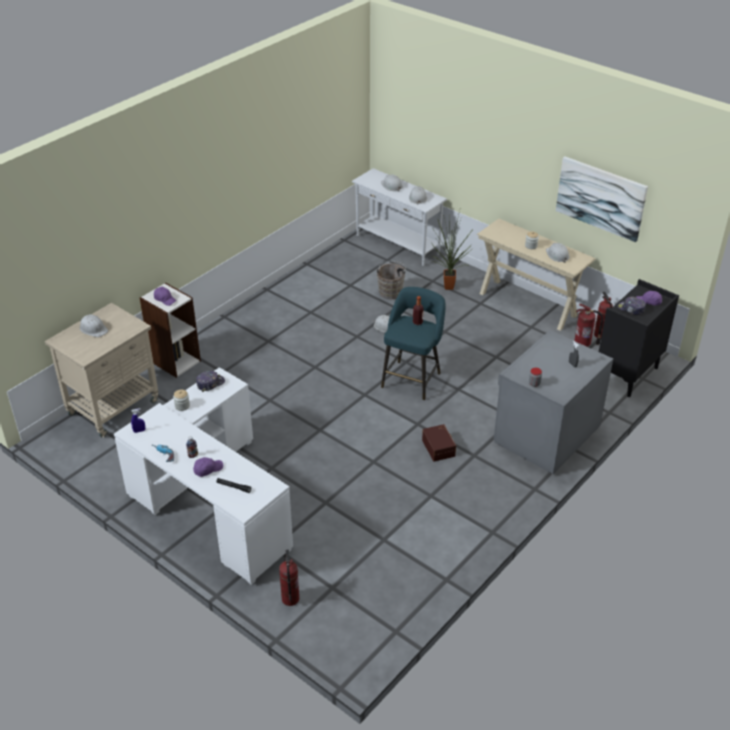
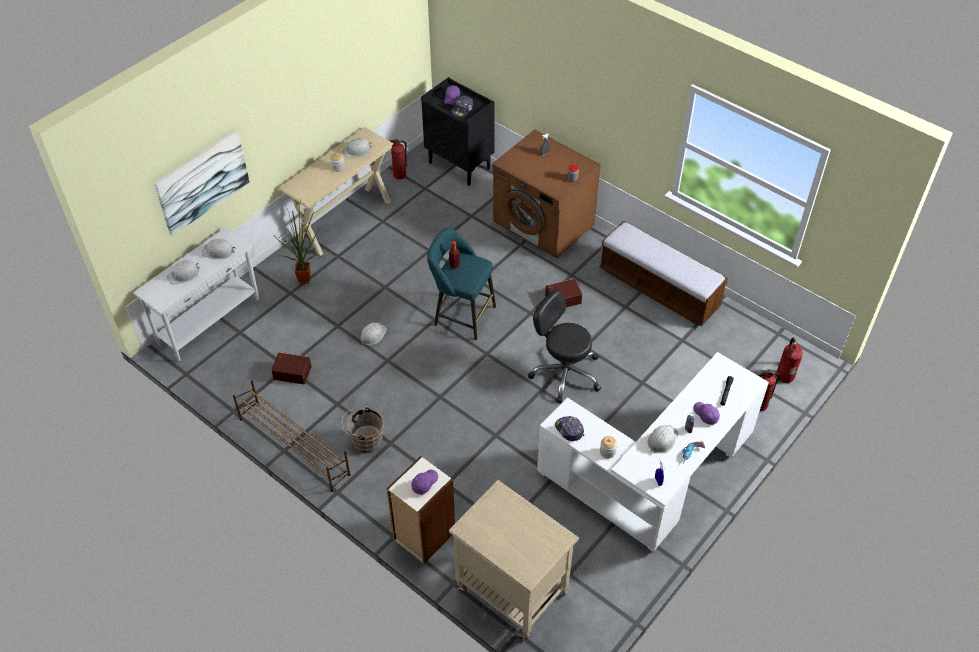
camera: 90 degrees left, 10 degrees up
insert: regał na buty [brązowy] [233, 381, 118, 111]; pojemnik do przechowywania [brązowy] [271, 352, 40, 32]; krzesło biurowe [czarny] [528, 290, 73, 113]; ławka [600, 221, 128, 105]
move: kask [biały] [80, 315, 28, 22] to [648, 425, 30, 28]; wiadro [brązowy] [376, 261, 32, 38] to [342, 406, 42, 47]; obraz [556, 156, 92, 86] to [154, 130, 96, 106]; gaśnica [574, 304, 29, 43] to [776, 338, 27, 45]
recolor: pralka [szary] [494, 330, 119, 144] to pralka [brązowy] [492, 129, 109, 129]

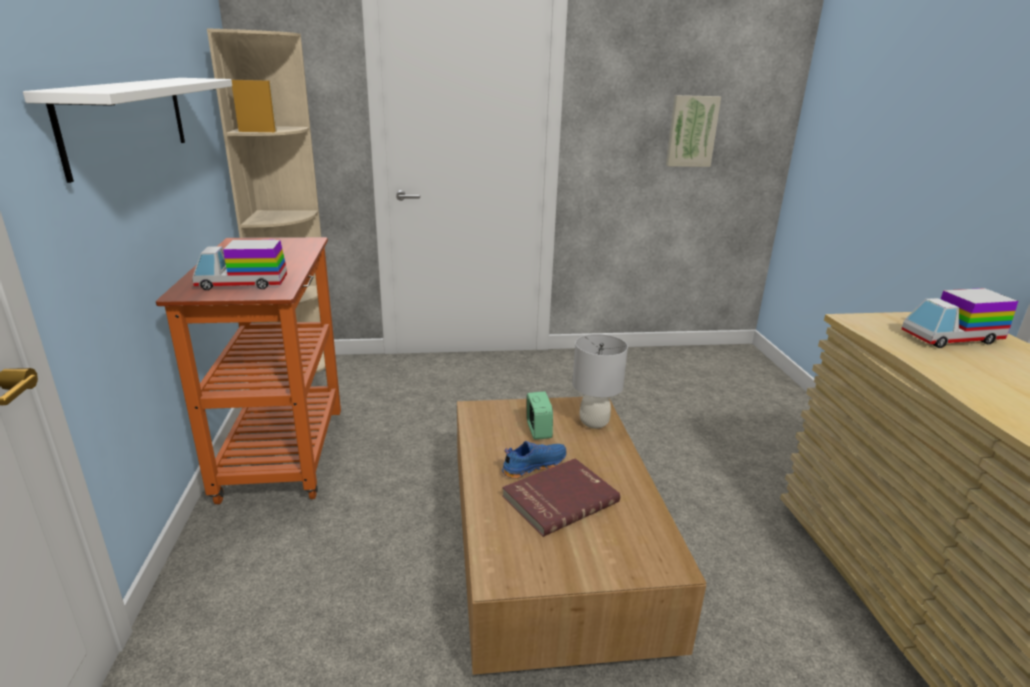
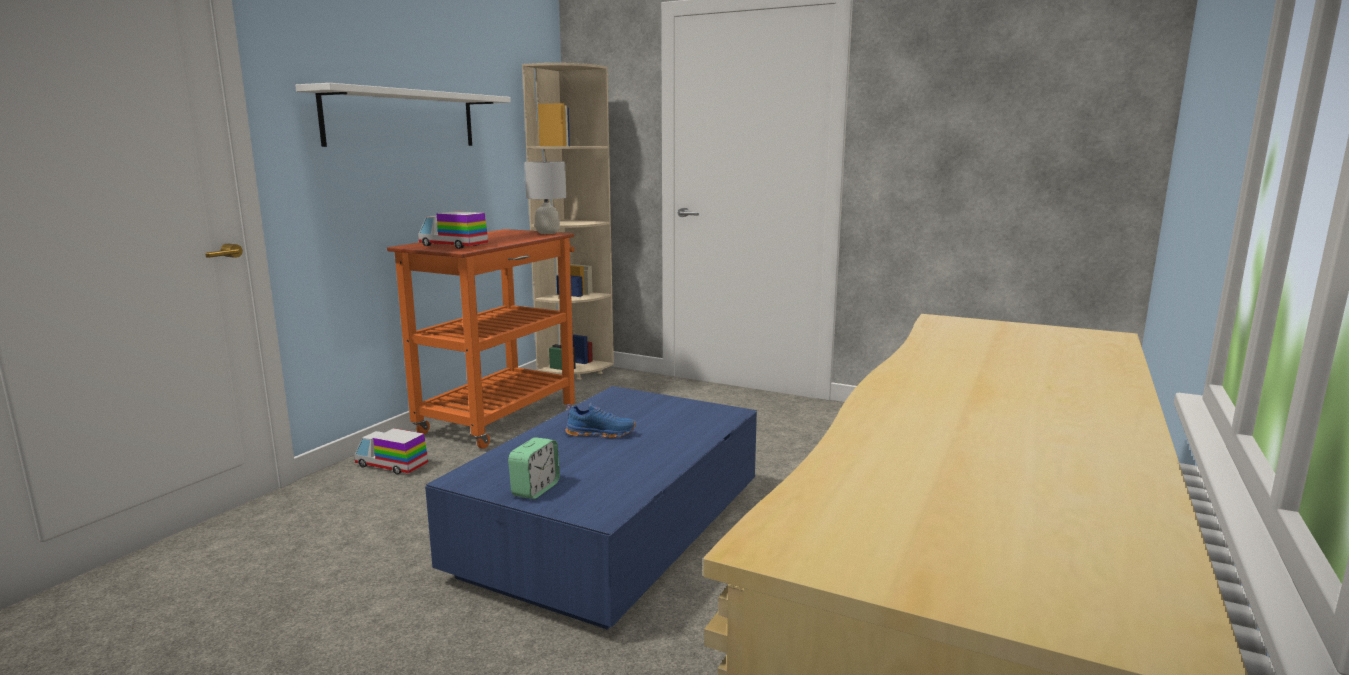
camera: 35 degrees right, 10 degrees down
delete: książka [czerwony] [502, 458, 118, 79]; obraz [666, 95, 55, 72]
move: budzik [527, 391, 26, 49] to [508, 437, 52, 62]; lampa stołowa [szary] [572, 334, 56, 95] to [524, 161, 42, 73]; ciężarówka zabawkowa [901, 288, 117, 60] to [354, 428, 74, 47]
recolor: ława [brązowy] [457, 397, 250, 278] to ława [niebieski] [425, 386, 332, 244]

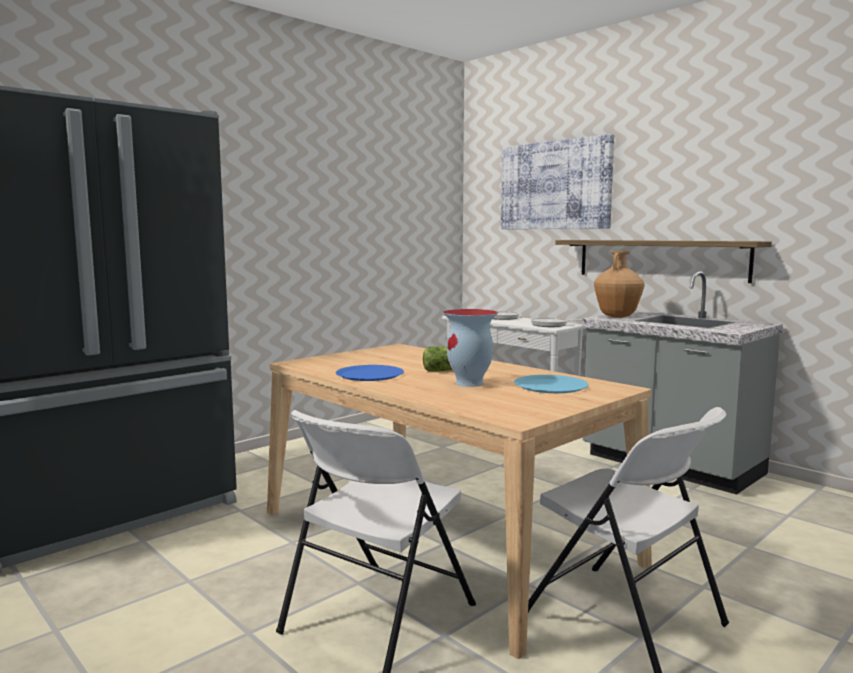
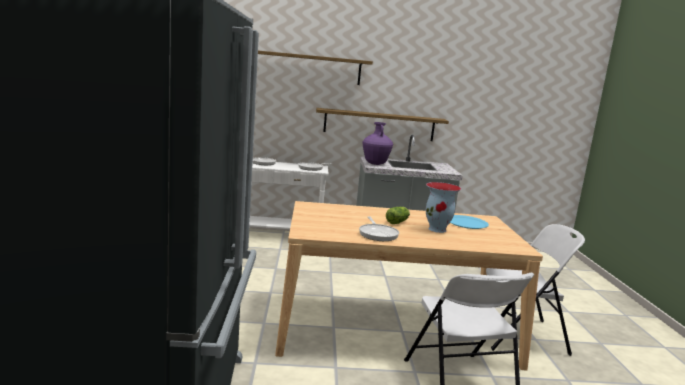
camera: 50 degrees left, 5 degrees up
replace: talerz [niebieski] [336, 365, 68, 16] to patelnia [359, 216, 40, 25]; obraz [501, 134, 113, 95] to półka [258, 50, 115, 35]
recolor: wazon [brązowy] [594, 250, 51, 68] to wazon [fioletowy] [362, 122, 31, 43]

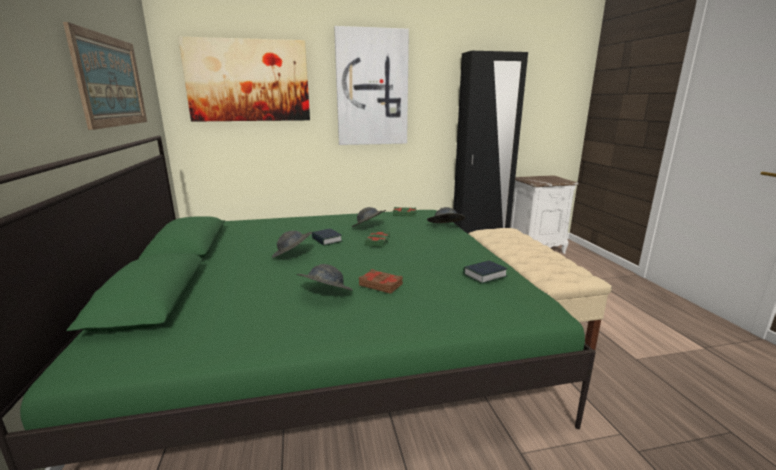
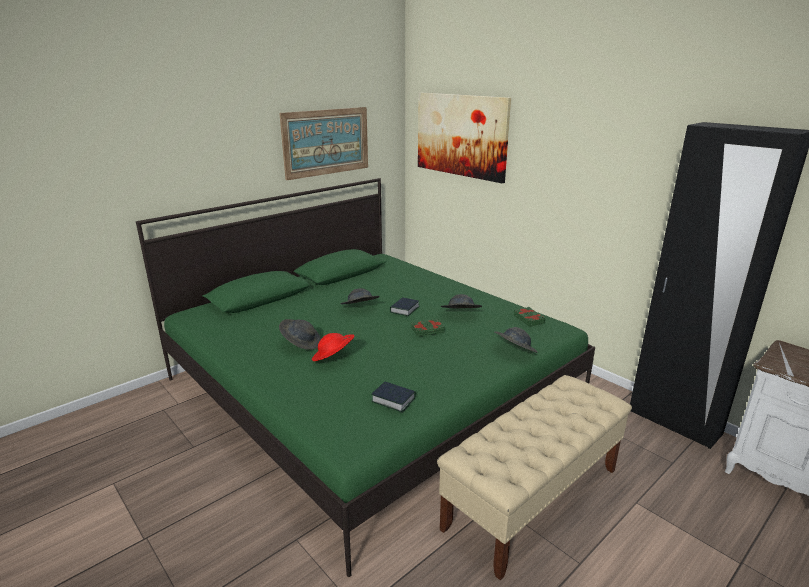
camera: 60 degrees right, 5 degrees up
delete: obraz [334, 26, 75, 119]
replace: książka [brązowy] [359, 269, 44, 25] to kapelusz [czerwony] [312, 333, 42, 28]

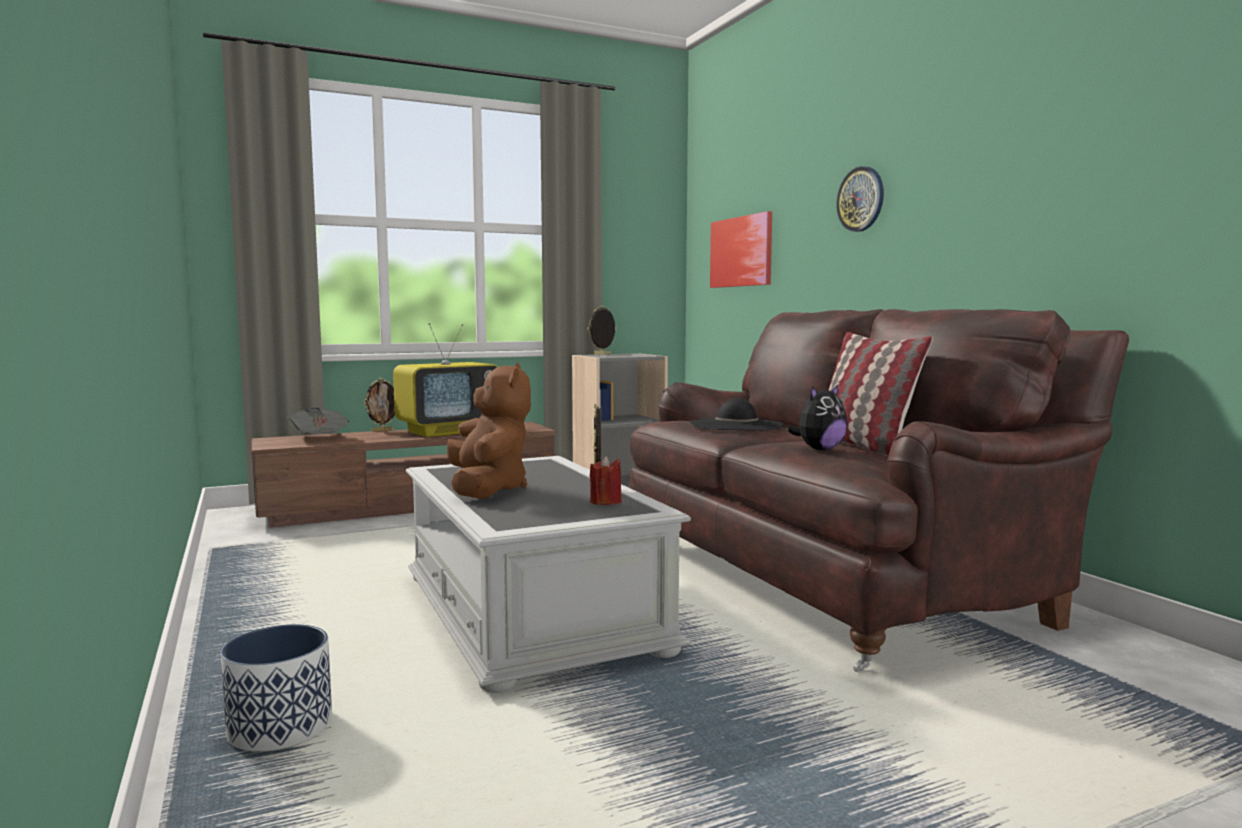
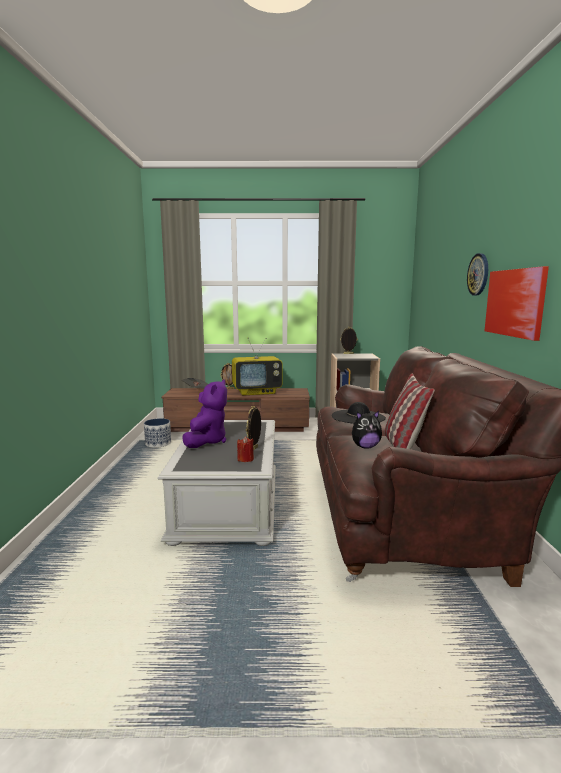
camera: 25 degrees right, 5 degrees up
move: donica [221, 624, 111, 128] to [144, 418, 27, 30]; obraz [710, 211, 62, 77] to [484, 266, 65, 75]
recolor: pluszak [brązowy] [447, 362, 84, 137] to pluszak [fioletowy] [182, 380, 45, 68]

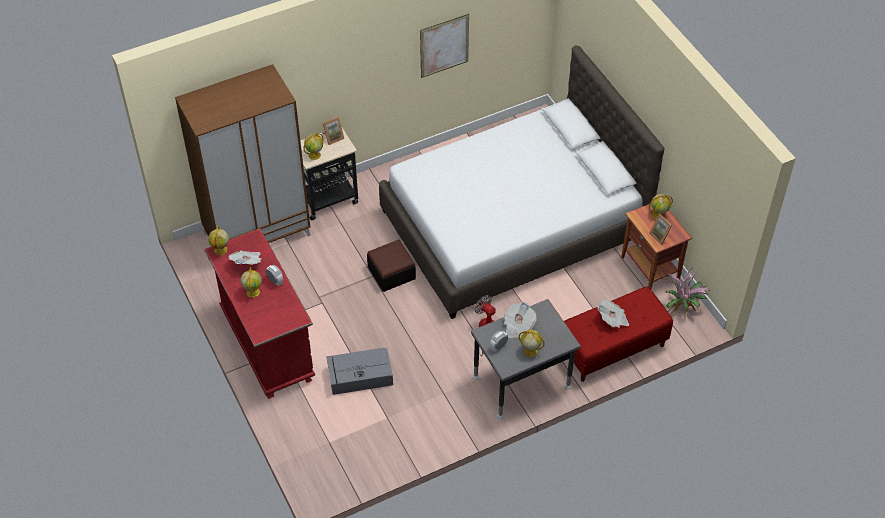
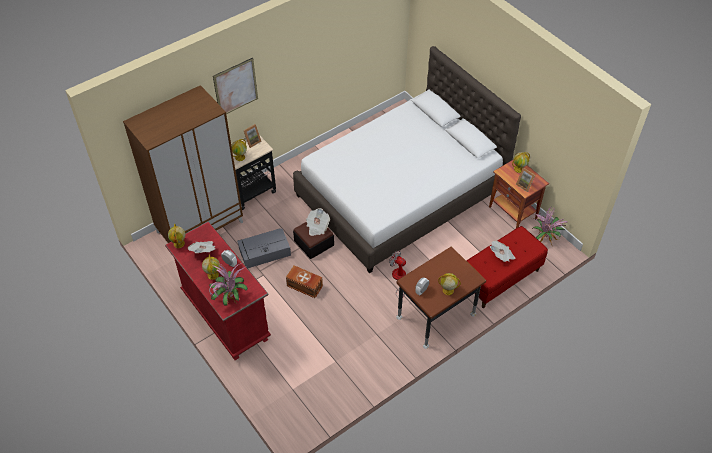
camera: 10 degrees left, 0 degrees up
insert: roślina doniczkowa [209, 262, 39, 44]; pojemnik do przechowywania [brązowy] [286, 265, 37, 33]
move: pojemnik do przechowywania [szary] [326, 347, 67, 48] to [237, 228, 54, 40]; obraz [420, 14, 49, 64] to [213, 58, 45, 56]; gazeta [504, 302, 33, 36] to [306, 208, 24, 28]
recolor: biurko [szary] [471, 299, 110, 121] to biurko [brązowy] [396, 247, 90, 102]

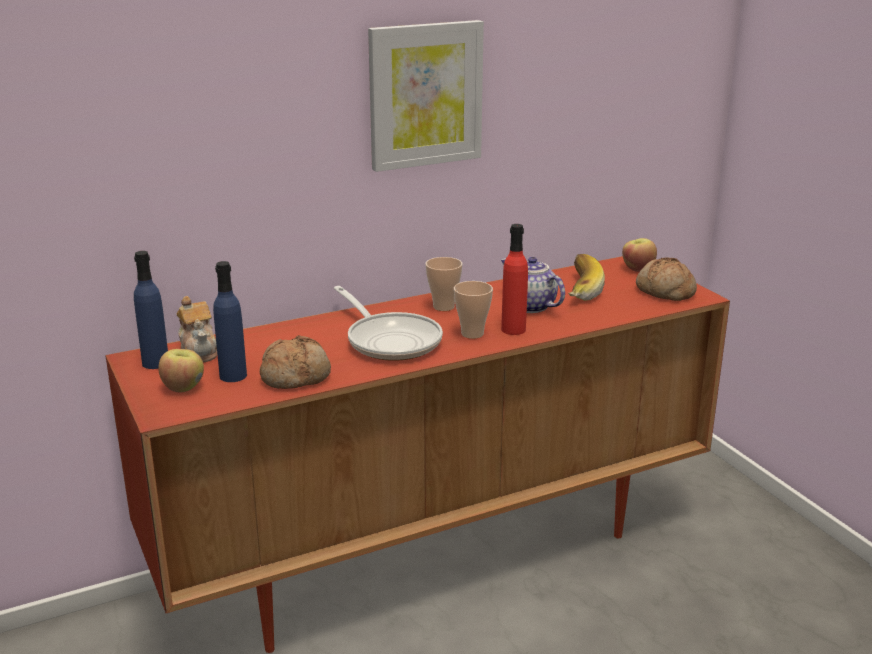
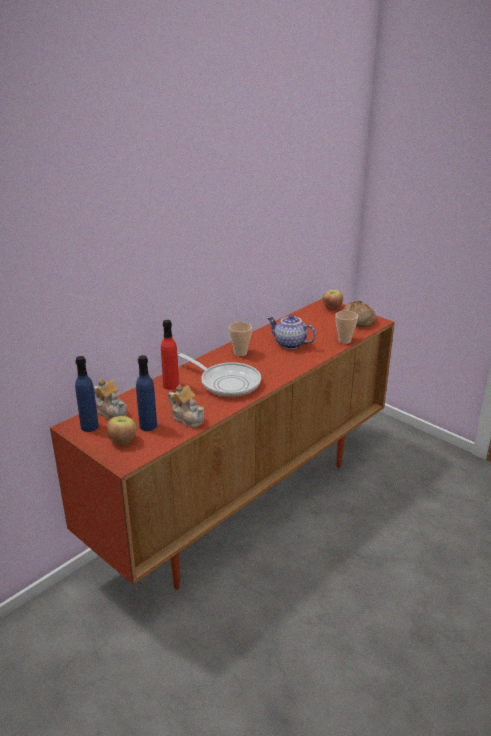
camera: 20 degrees left, 5 degrees up
delete: obraz [368, 20, 116, 152]; banan [568, 254, 37, 47]
move: filiżanka [454, 281, 39, 58] to [335, 310, 23, 34]; butelka [czerwony] [501, 224, 27, 111] to [161, 320, 18, 70]
replace: chleb [260, 335, 71, 54] to imbryk [168, 384, 36, 44]

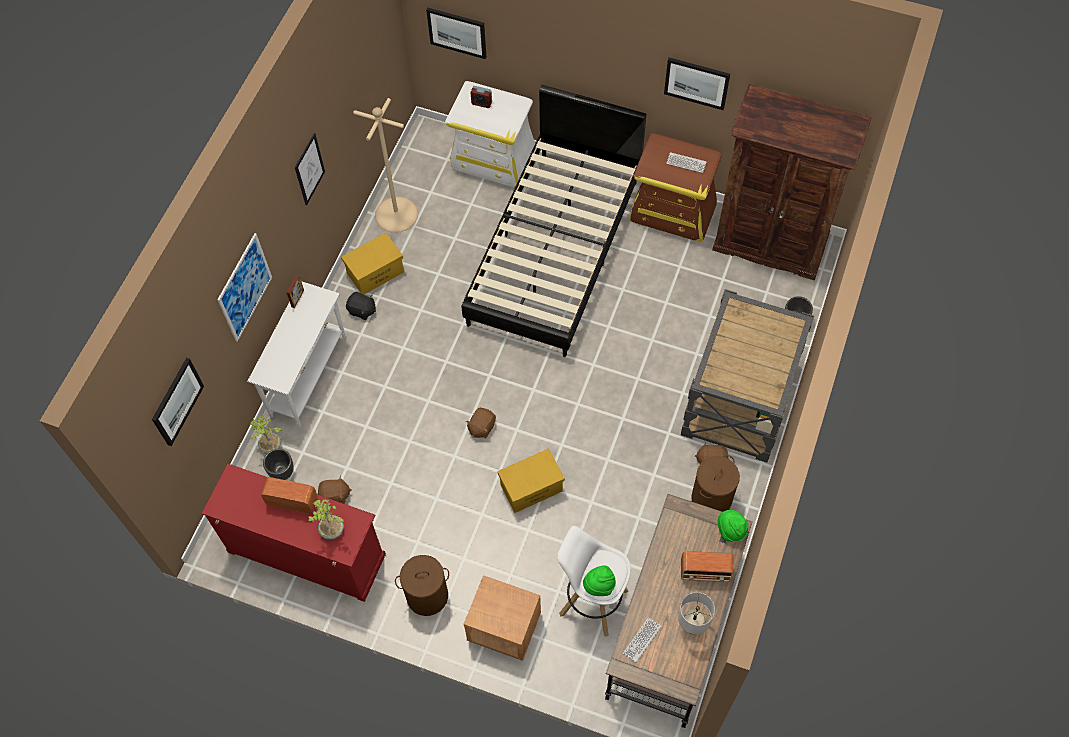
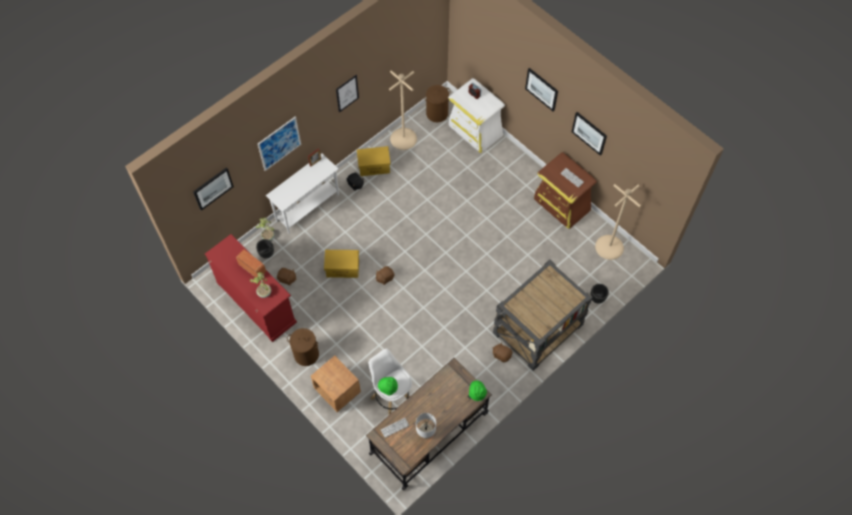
camera: 25 degrees right, 0 degrees up
delete: łóżko [czarny] [461, 85, 186, 272]; radio [681, 551, 52, 31]
move: obraz [426, 8, 60, 51] to [525, 68, 33, 43]; pojemnik do przechowywania [żółty] [497, 449, 68, 64] to [324, 250, 35, 28]; kosz na pranie [brązowy] [691, 455, 49, 57] to [424, 85, 26, 37]
replace: szafa [brązowy] [712, 84, 160, 197] to wieszak [beżowy] [595, 184, 46, 76]

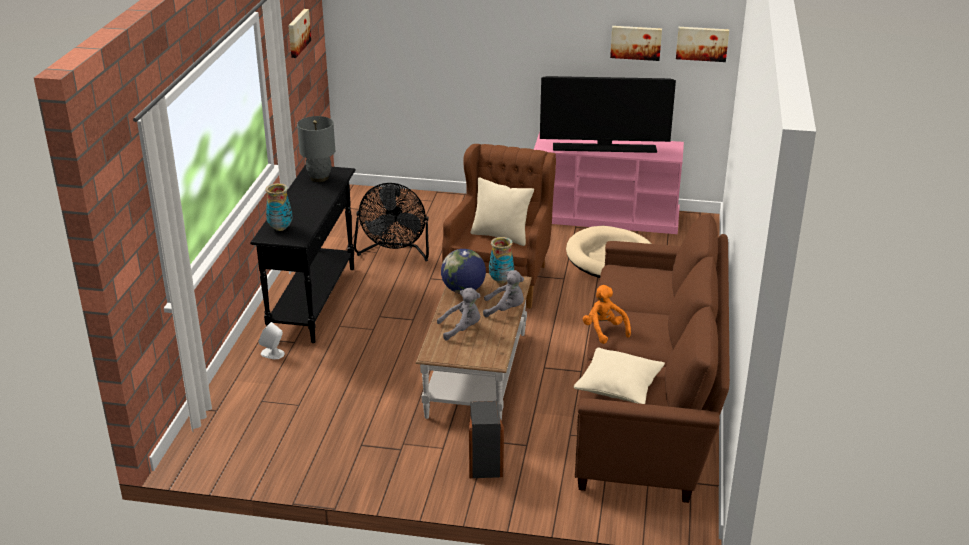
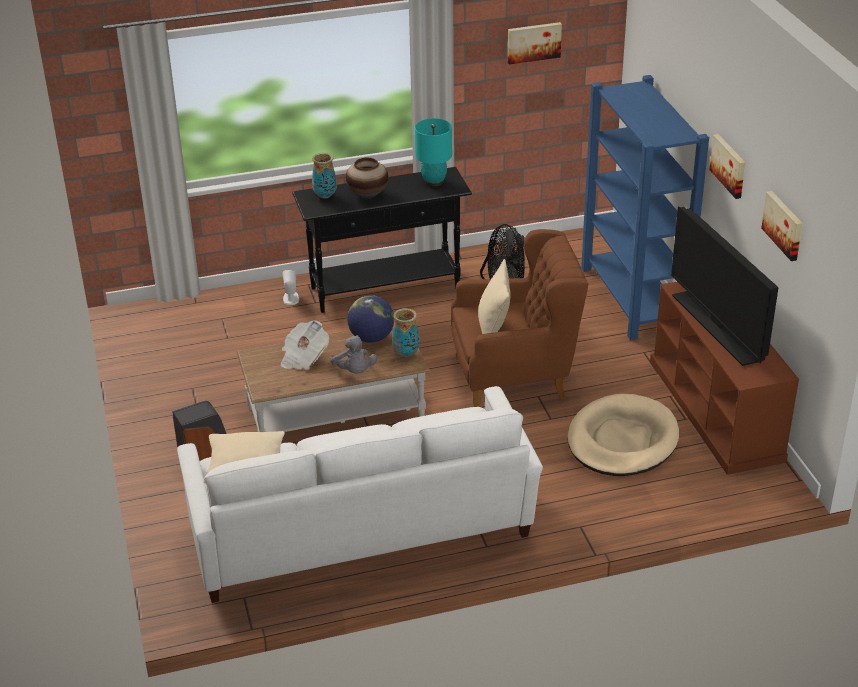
camera: 65 degrees right, 5 degrees up
delete: pluszak [pomarańczowy] [583, 285, 48, 59]
insert: wazon [346, 158, 42, 41]; regał [niebieski] [581, 75, 128, 265]
move: obraz [676, 27, 53, 35] to [709, 134, 37, 65]
replace: pluszak [szary] [437, 288, 43, 52] to gazeta [281, 320, 48, 50]
recolor: lampa stołowa [szary] [297, 116, 38, 66] to lampa stołowa [turkusowy] [415, 118, 37, 69]; szafka pod telewizor [różowy] [534, 132, 150, 102] to szafka pod telewizor [brązowy] [650, 282, 149, 193]; kanapa [brązowy] [575, 214, 155, 289] to kanapa [biały] [177, 386, 366, 217]

